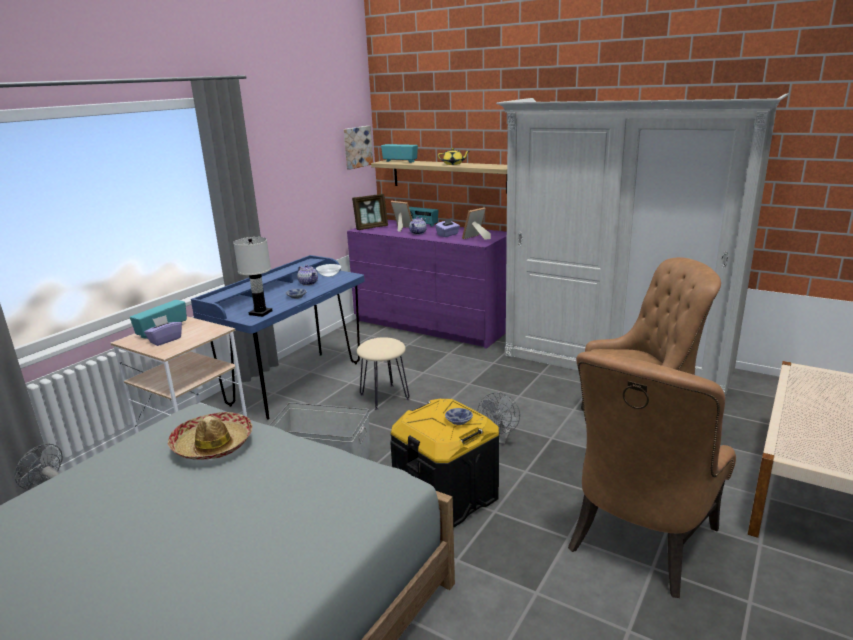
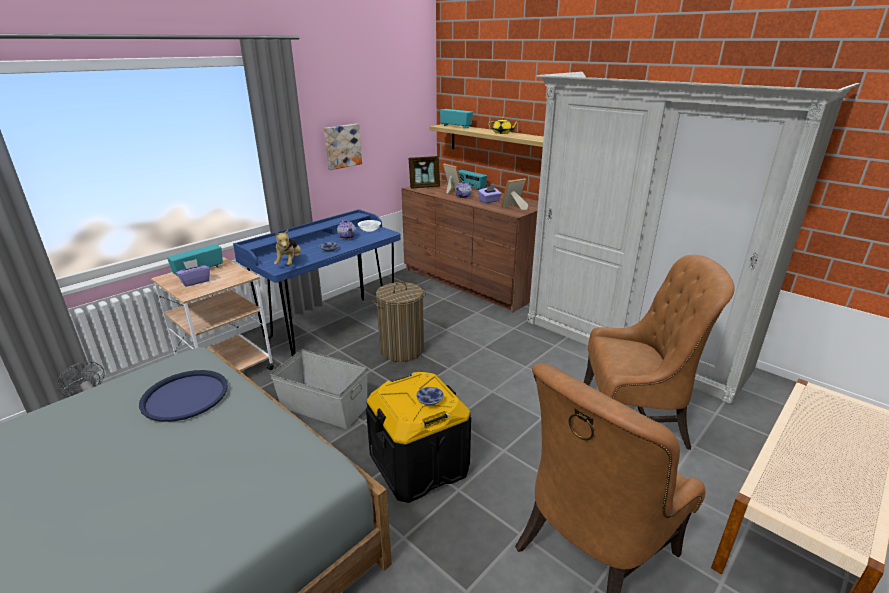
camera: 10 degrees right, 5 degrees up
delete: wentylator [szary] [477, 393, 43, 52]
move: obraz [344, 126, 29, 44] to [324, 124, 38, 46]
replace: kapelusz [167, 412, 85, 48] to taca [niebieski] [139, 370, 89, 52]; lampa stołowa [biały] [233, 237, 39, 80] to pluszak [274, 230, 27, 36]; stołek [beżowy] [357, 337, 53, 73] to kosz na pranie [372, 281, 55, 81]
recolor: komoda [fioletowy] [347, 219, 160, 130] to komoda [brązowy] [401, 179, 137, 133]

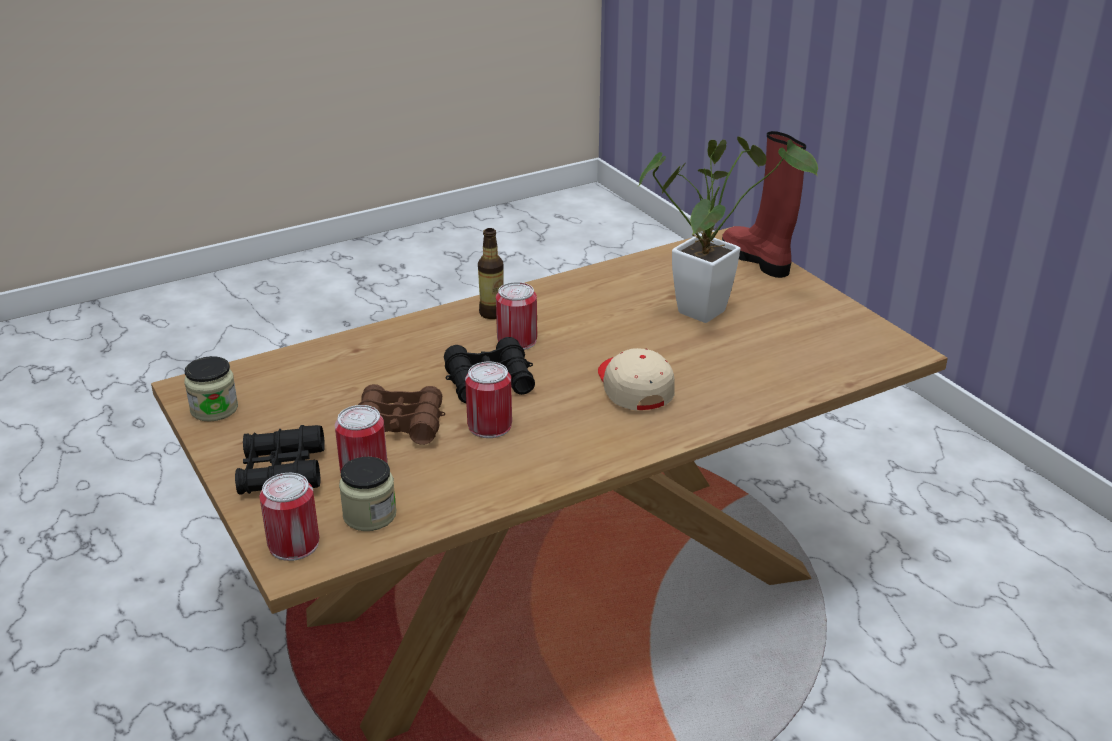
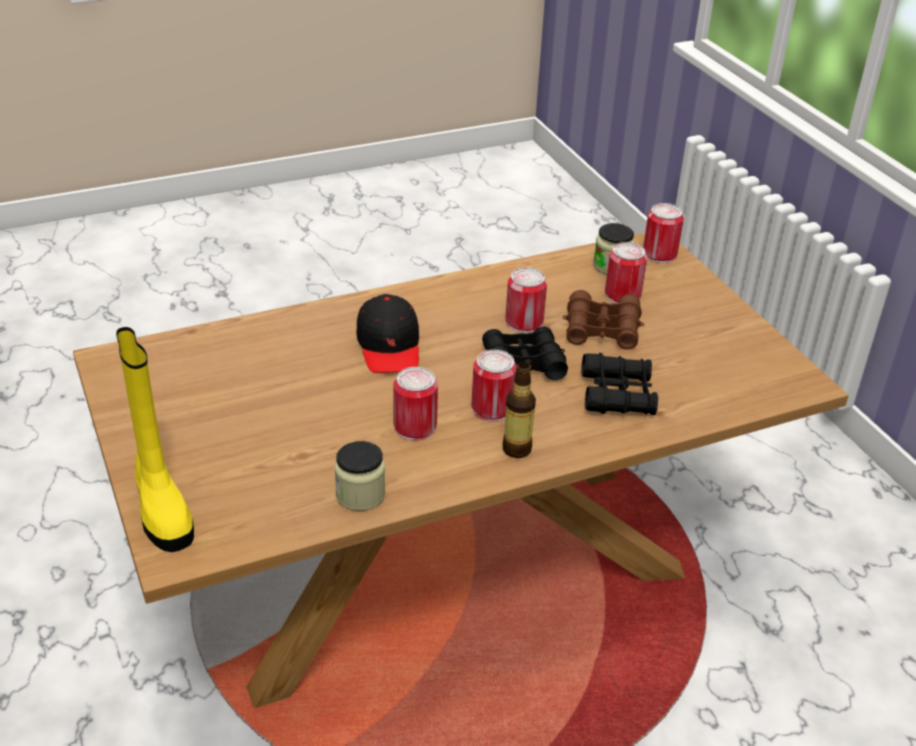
camera: 175 degrees left, 5 degrees up
delete: roślina doniczkowa [638, 137, 180, 186]
insert: puszka [393, 367, 45, 74]
move: słoik [184, 356, 54, 66] to [335, 441, 50, 70]; lornetka [czarny] [235, 425, 90, 70] to [581, 353, 77, 62]
recolor: czapka z daszkiem [beżowy] [598, 348, 77, 62] to czapka z daszkiem [czarny] [356, 294, 63, 79]; but z cholewką [czerwony] [722, 131, 84, 147] to but z cholewką [żółty] [116, 327, 78, 225]

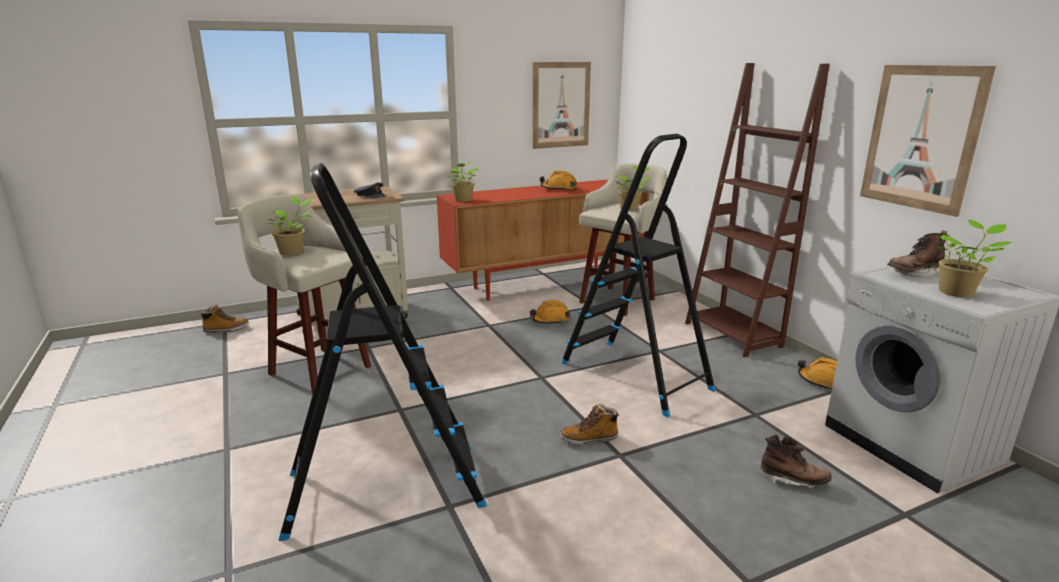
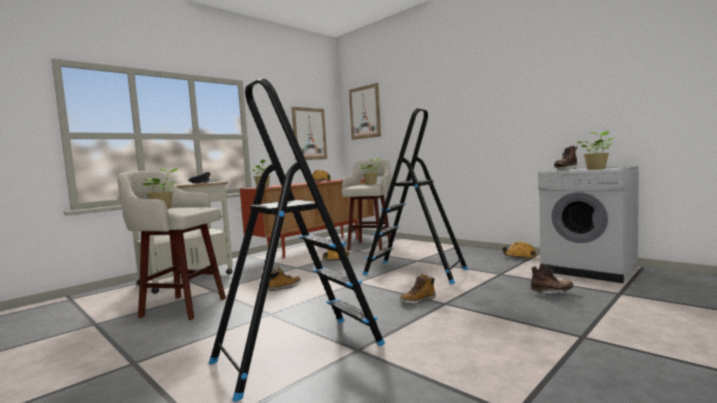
camera: 20 degrees left, 15 degrees down
delete: regał [brązowy] [685, 63, 145, 294]
move: but z cholewką [200, 304, 49, 29] to [268, 266, 33, 25]; obraz [860, 65, 136, 152] to [349, 83, 32, 57]

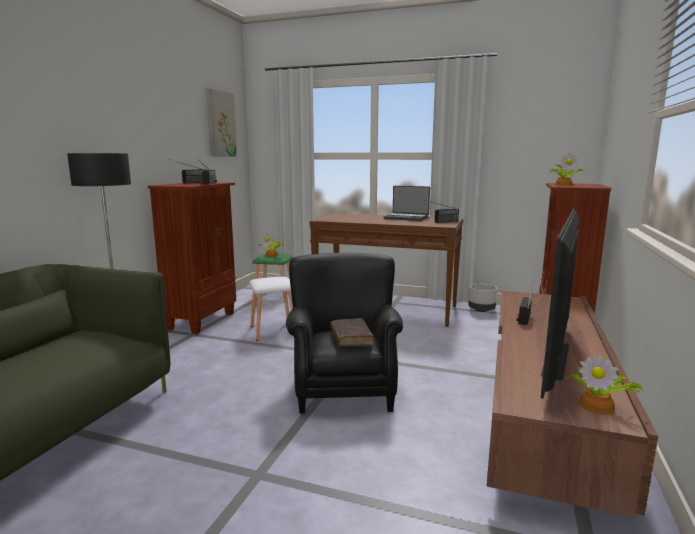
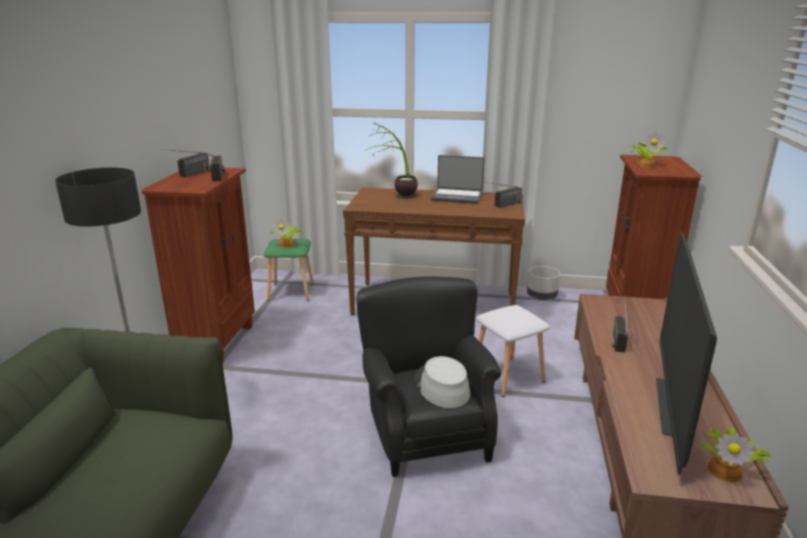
camera: 10 degrees left, 10 degrees up
delete: obraz [206, 88, 31, 68]
insert: roślina doniczkowa [365, 122, 53, 77]
move: stołek [biały] [249, 277, 44, 64] to [476, 305, 74, 92]
replace: książka [brązowy] [330, 318, 44, 29] to kapelusz [szary] [415, 356, 55, 52]

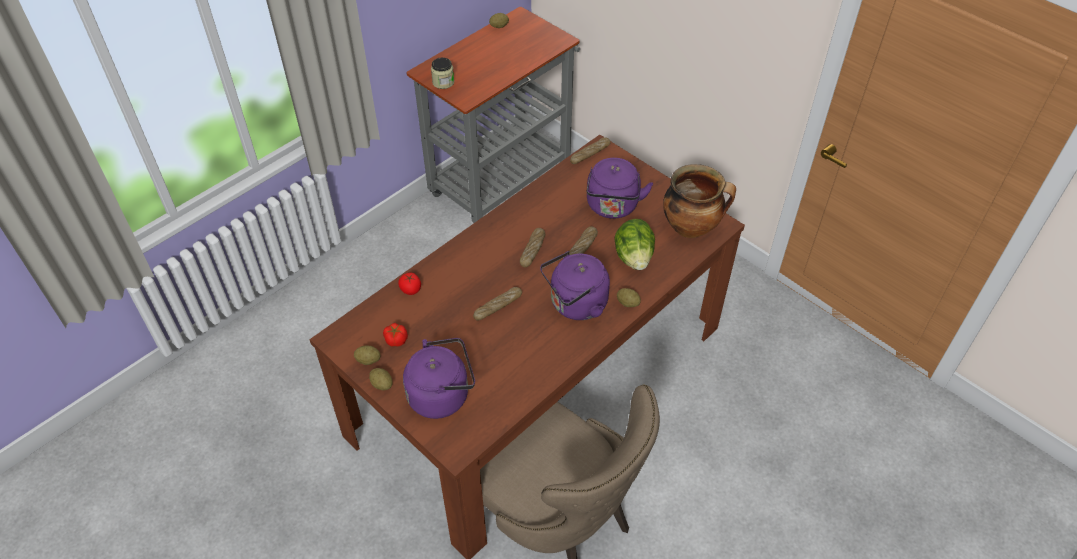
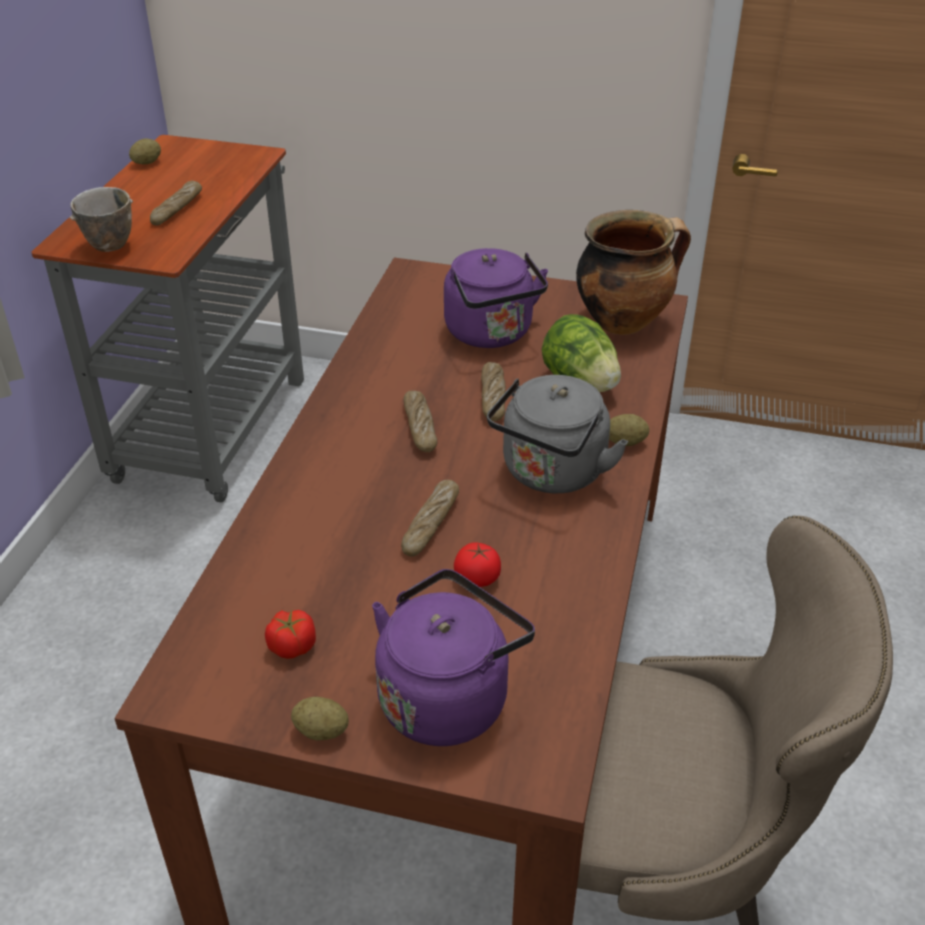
camera: 30 degrees left, 10 degrees down
delete: ziemniak [354, 346, 26, 19]
move: pomidor [398, 272, 23, 23] to [454, 542, 47, 45]; chleb [570, 137, 41, 27] to [150, 181, 52, 45]
replace: słoik [431, 58, 23, 31] to miska [70, 187, 63, 65]
recolor: czajnik [fioletowy] [540, 251, 70, 69] to czajnik [szary] [487, 375, 141, 118]

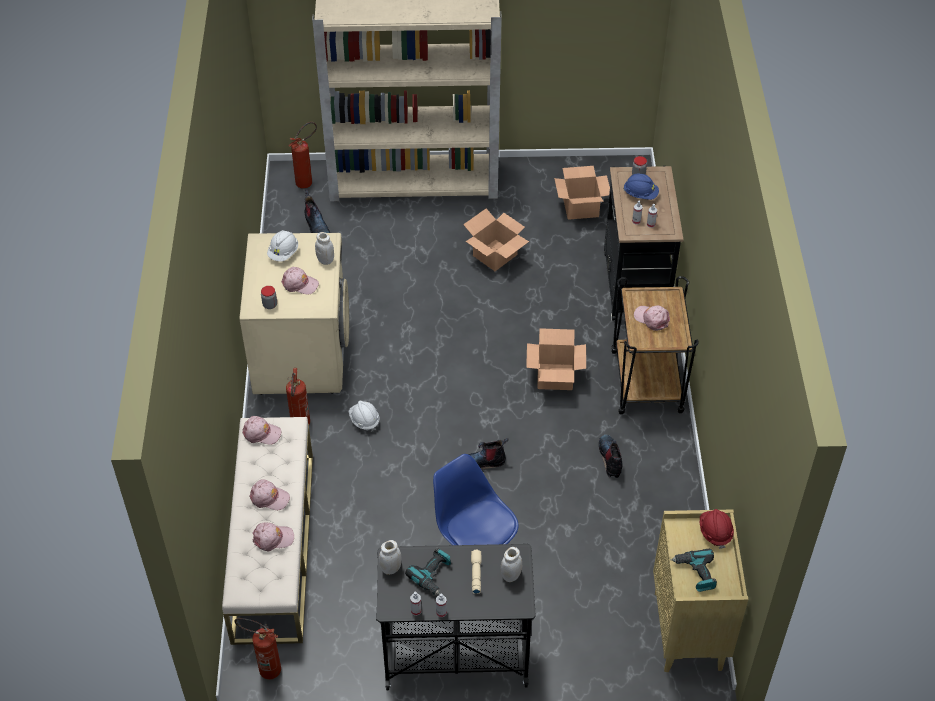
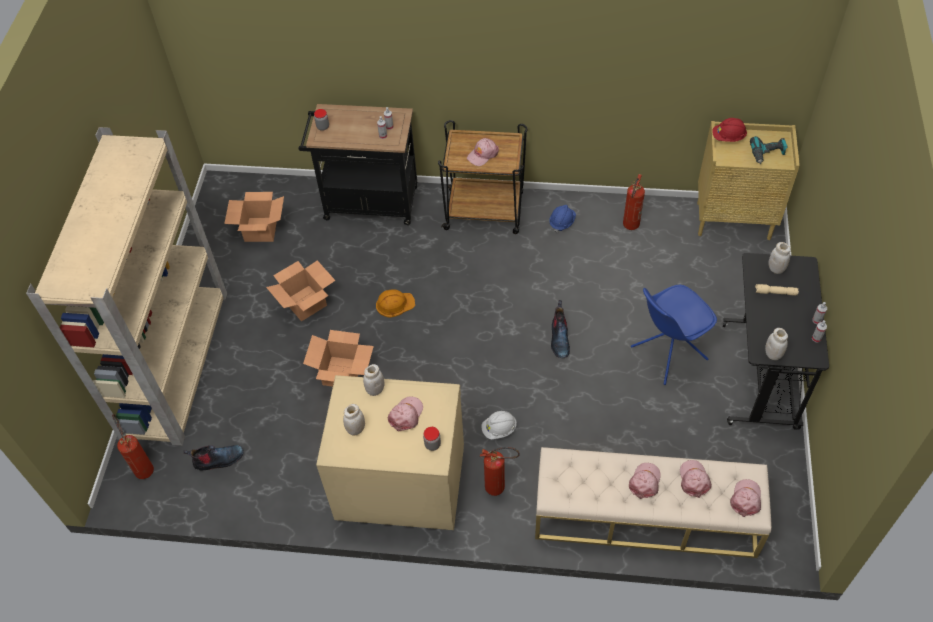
camera: 80 degrees left, 5 degrees up
delete: wiertarka [405, 548, 46, 47]; but z cholewką [599, 435, 24, 43]
insert: kask [pomarańczowy] [376, 289, 39, 29]
move: gaśnica [234, 618, 47, 62] to [623, 174, 22, 56]; czapka z daszkiem [różowy] [242, 416, 40, 29] to [730, 479, 31, 38]; karton [526, 328, 60, 62] to [303, 330, 71, 57]; kask [niebieski] [623, 174, 36, 26] to [549, 205, 27, 28]
replace: kask [biały] [267, 230, 31, 32] to słoik [biały] [343, 404, 22, 32]

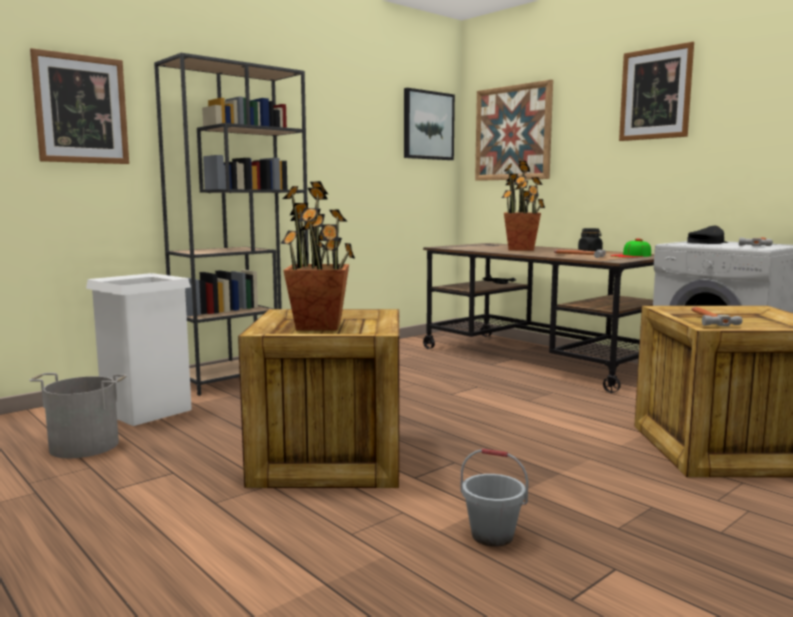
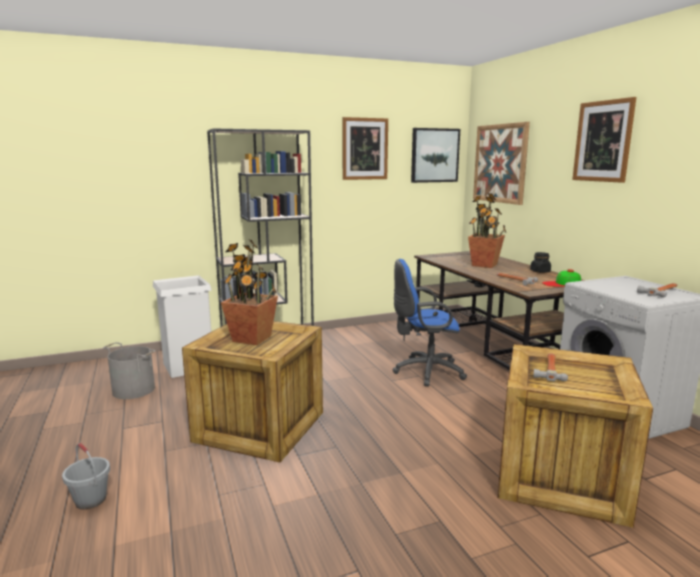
camera: 20 degrees right, 5 degrees up
delete: czapka z daszkiem [czarny] [687, 226, 42, 18]
insert: krzesło biurowe [niebieski] [393, 259, 74, 128]
move: obraz [30, 48, 99, 116] to [342, 117, 46, 63]; wiadro [szary] [460, 449, 68, 98] to [62, 443, 48, 67]

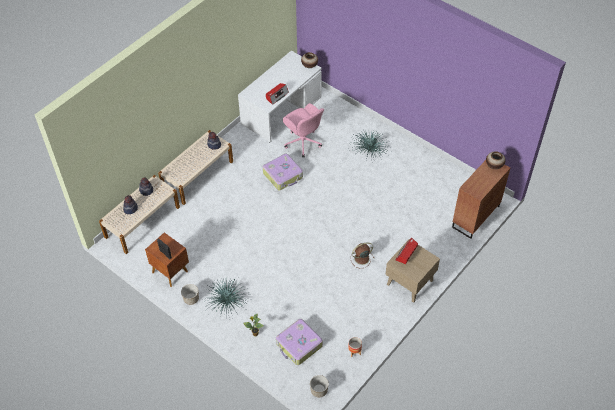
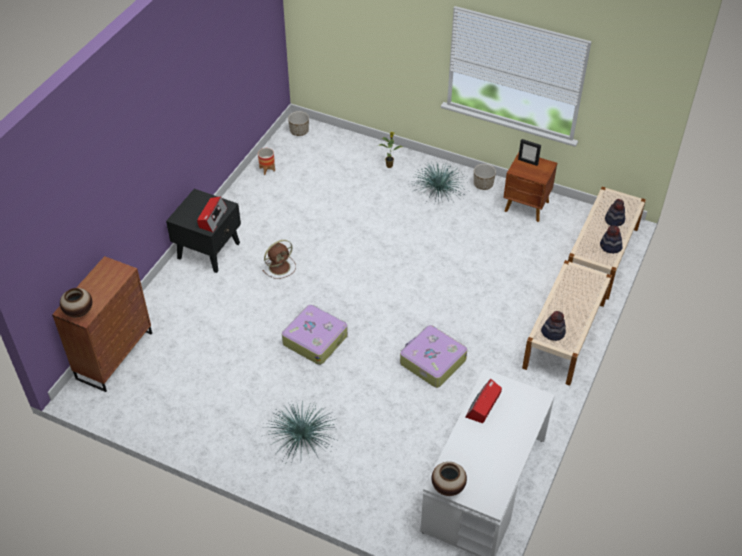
camera: 165 degrees right, 5 degrees down
delete: krzesło biurowe [różowy] [283, 103, 41, 54]
move: walizka [276, 319, 47, 46] to [282, 305, 66, 60]
recolor: szafka nocna [beżowy] [385, 239, 55, 64] to szafka nocna [czarny] [166, 189, 75, 84]

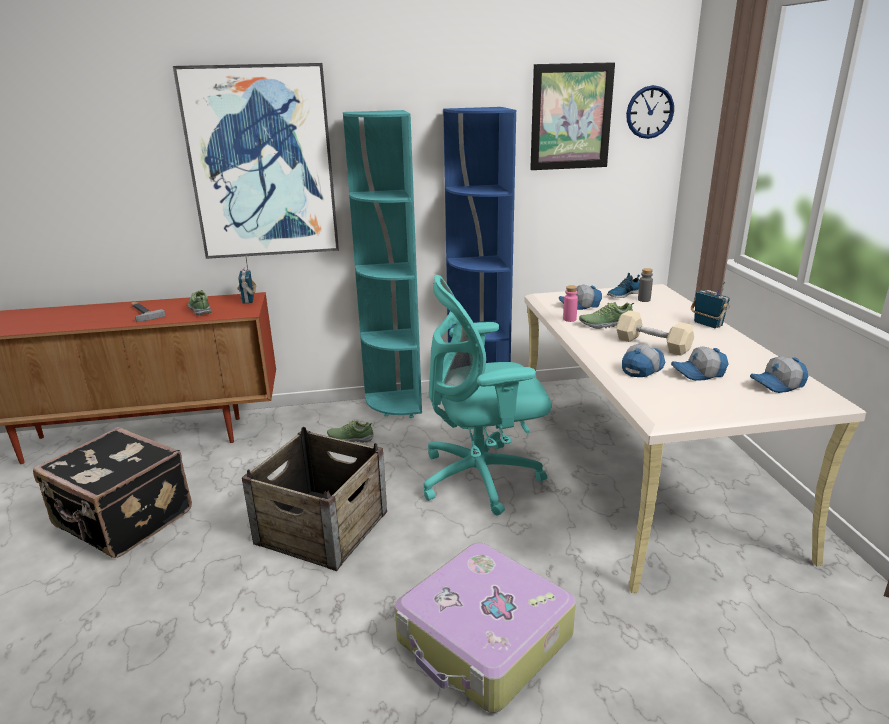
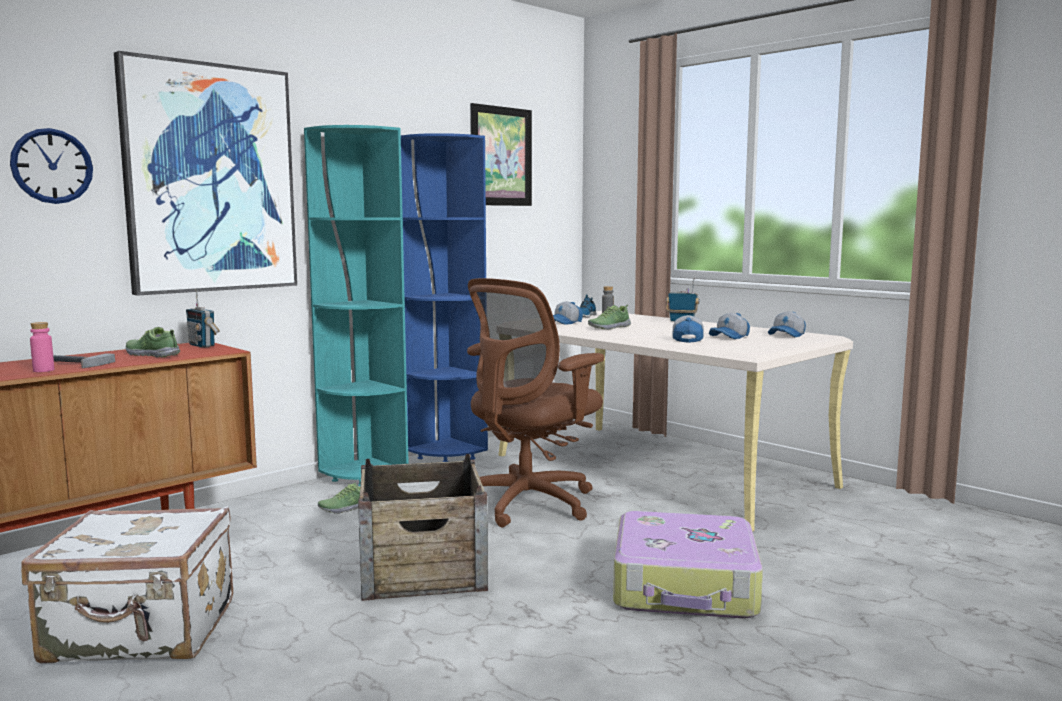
camera: 35 degrees left, 15 degrees down
delete: hantel [beżowy] [616, 310, 78, 46]
move: butelka [różowy] [563, 285, 15, 37] to [30, 322, 24, 50]; zegar ścienny [626, 85, 48, 54] to [10, 128, 83, 76]
recolor: walizka [czarny] [33, 427, 159, 131] to walizka [biały] [21, 506, 212, 158]; krzesło biurowe [turkusowy] [424, 275, 128, 241] to krzesło biurowe [brązowy] [467, 278, 137, 249]

